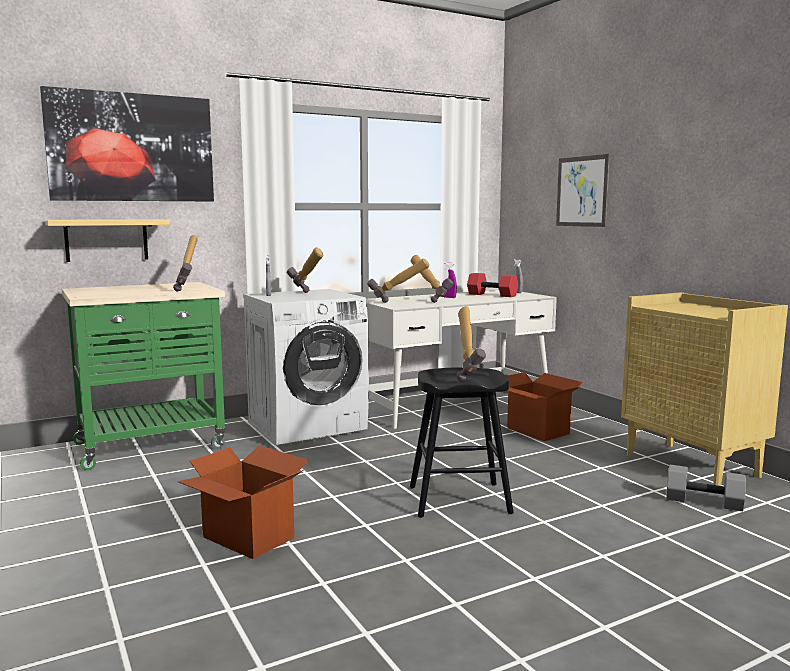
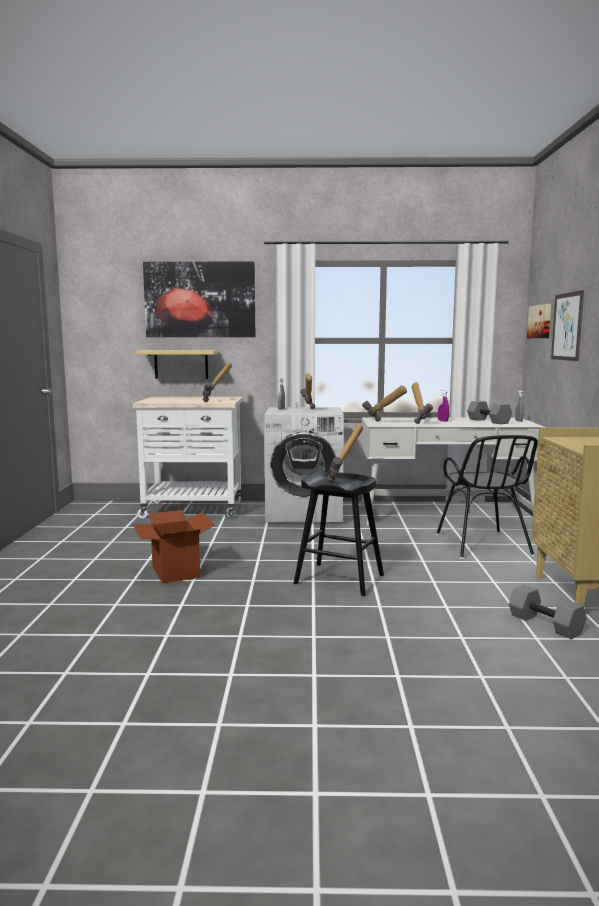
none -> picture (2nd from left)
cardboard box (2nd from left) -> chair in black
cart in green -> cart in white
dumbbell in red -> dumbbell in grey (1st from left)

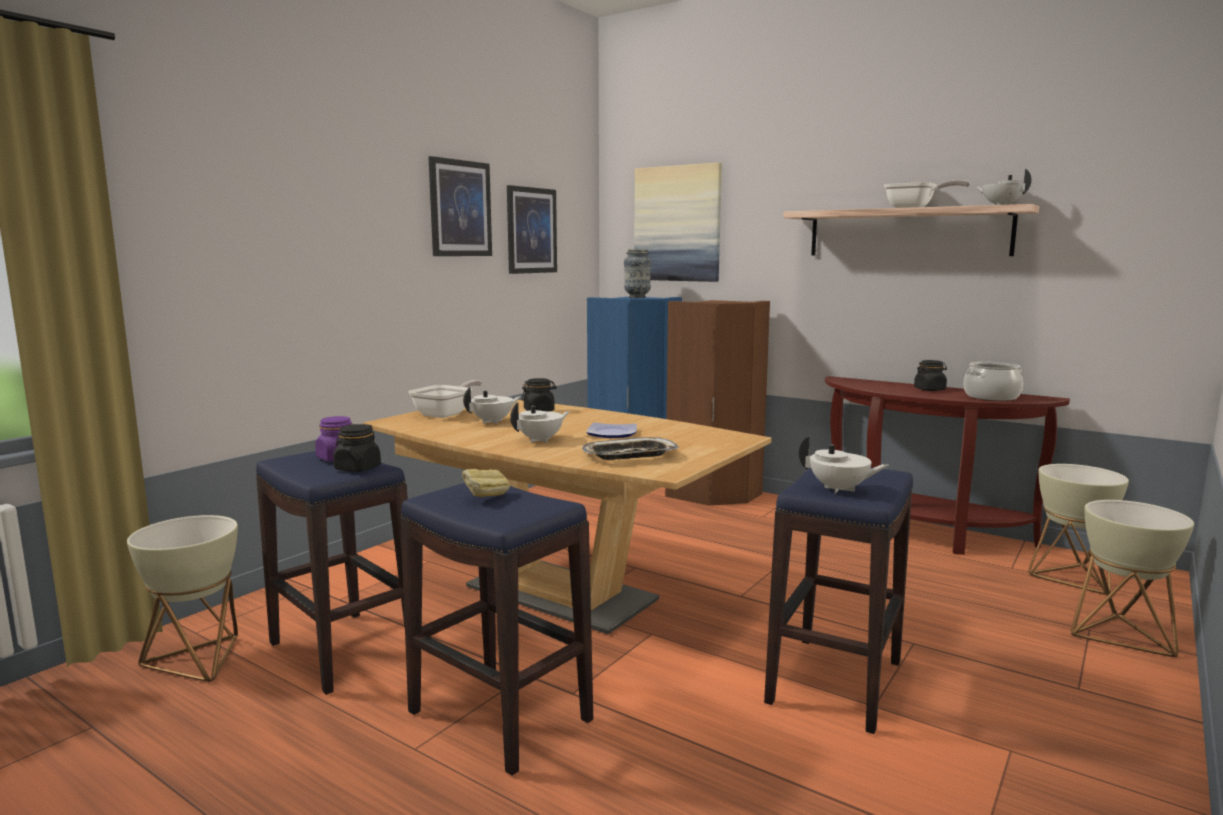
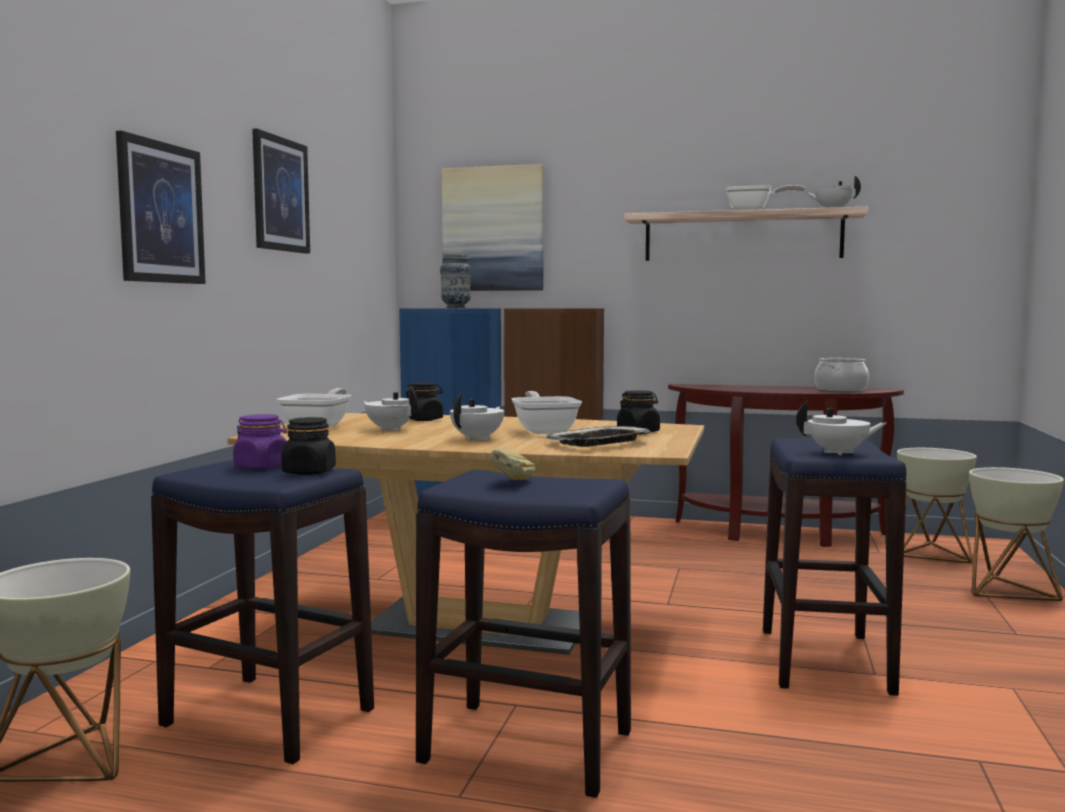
picture (2nd from left in the first image) -> picture (1st from left), move
jar in black (3rd from left), move
plate -> frying pan (2nd from left)
teapot in white (1st from left), 90 degrees counterclockwise

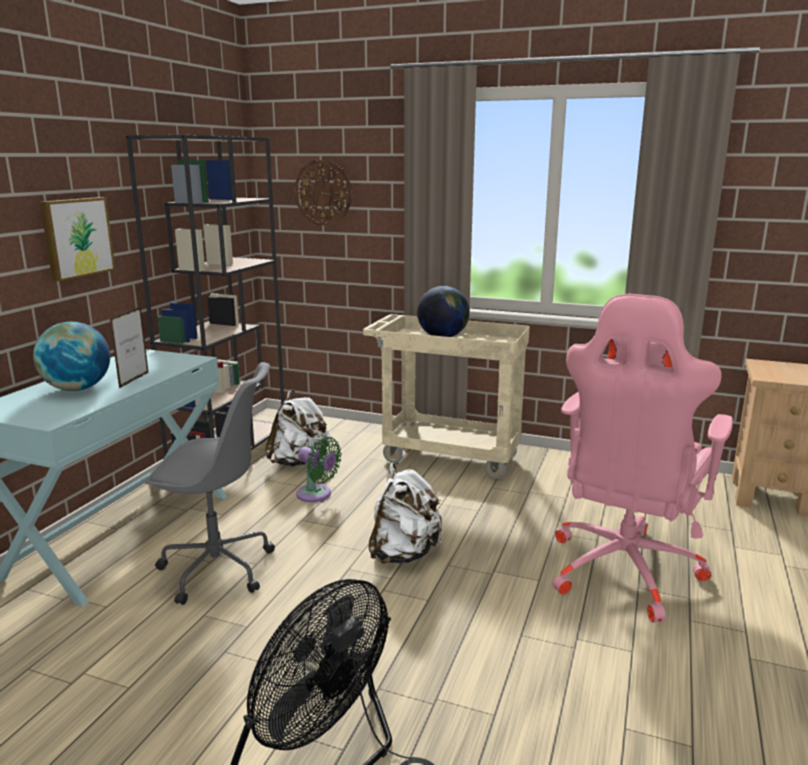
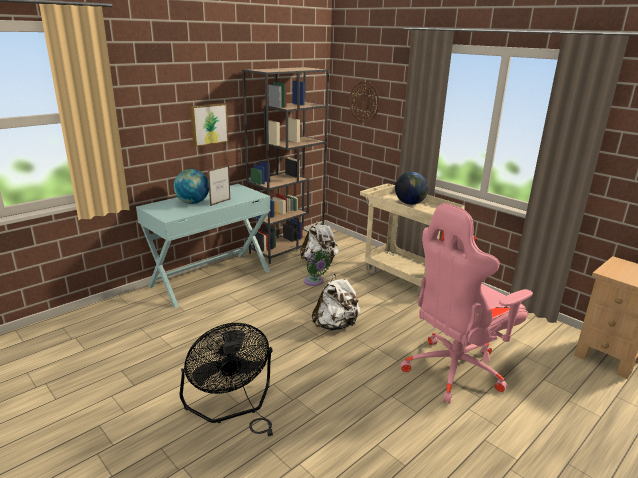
office chair in grey -> none

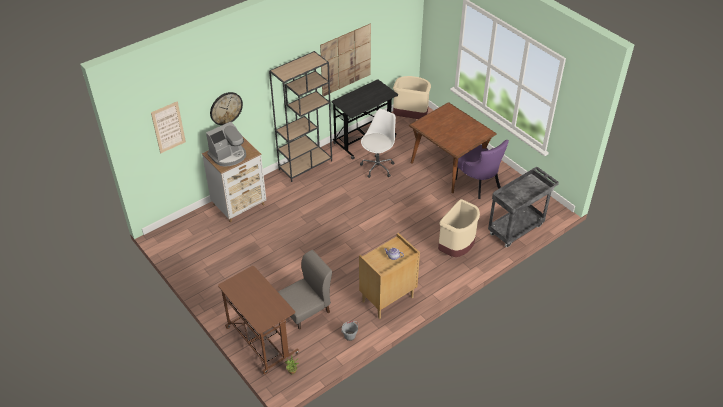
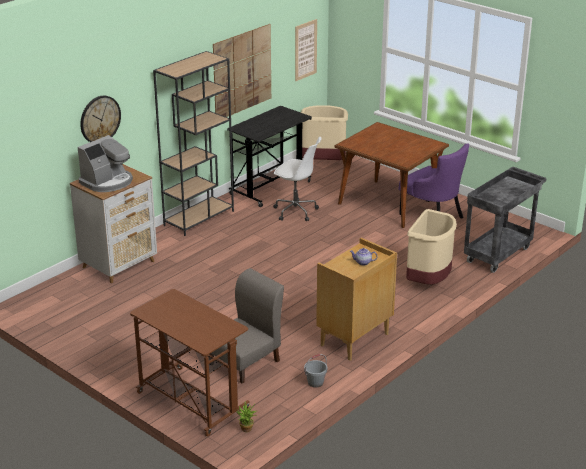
picture (1st from left in the first image) -> picture (2nd from left), move
office chair in white, 90 degrees clockwise

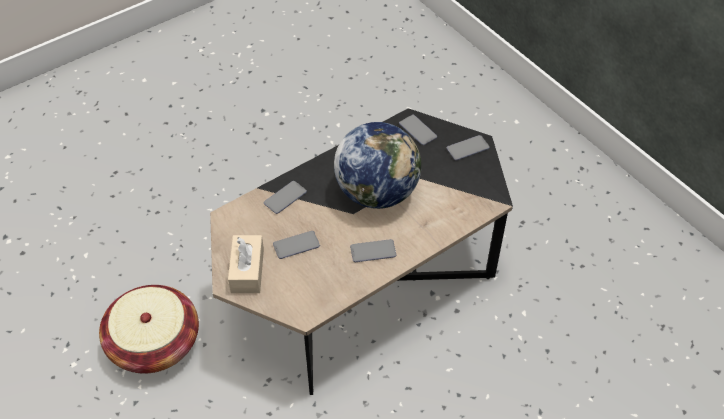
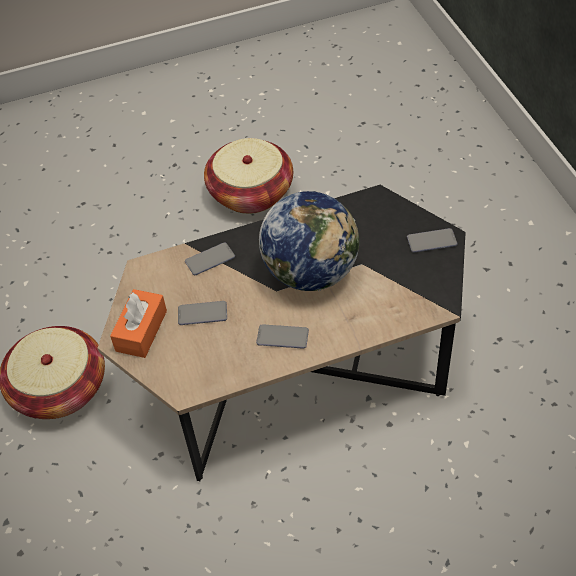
phone (4th from left) -> none
none -> basket (2nd from left)
tissue box in beige -> tissue box in orange

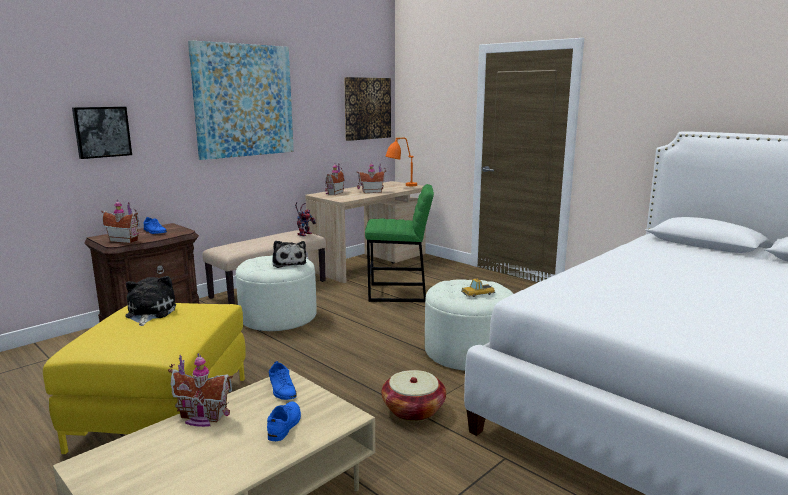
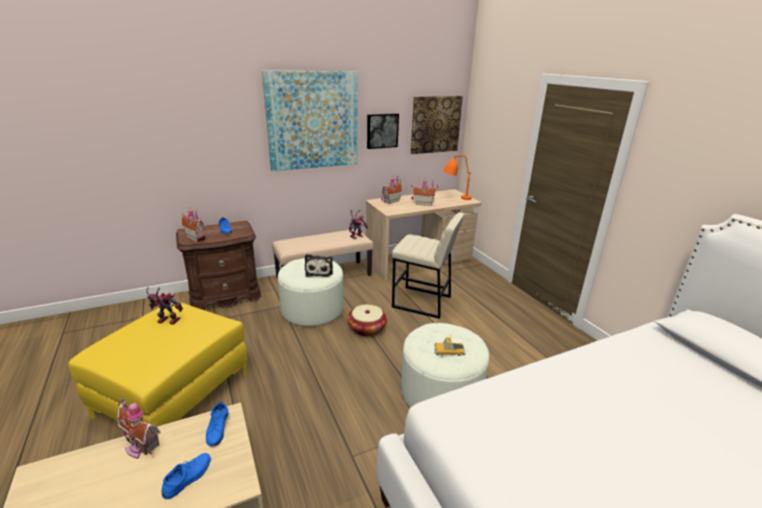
picture (1st from left in the first image) -> picture (2nd from left), move
basket, move
plush toy (1st from left) -> toy robot (1st from left)
chair in green -> chair in beige

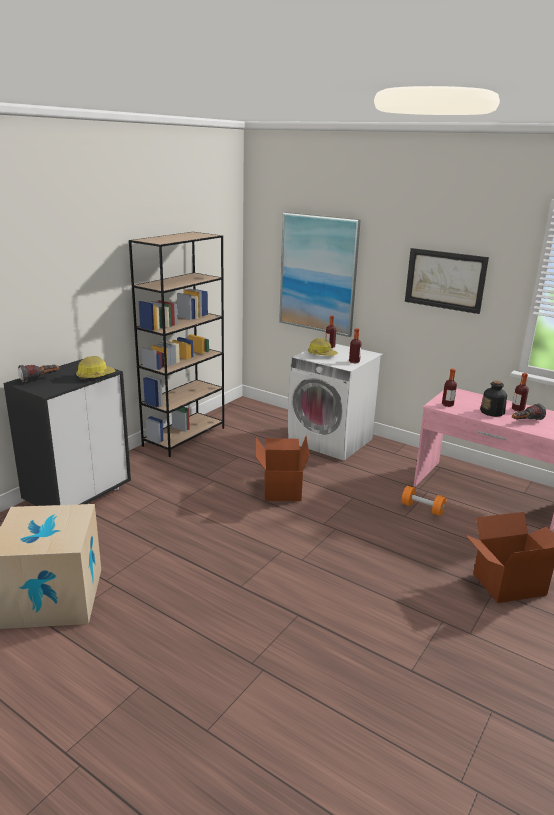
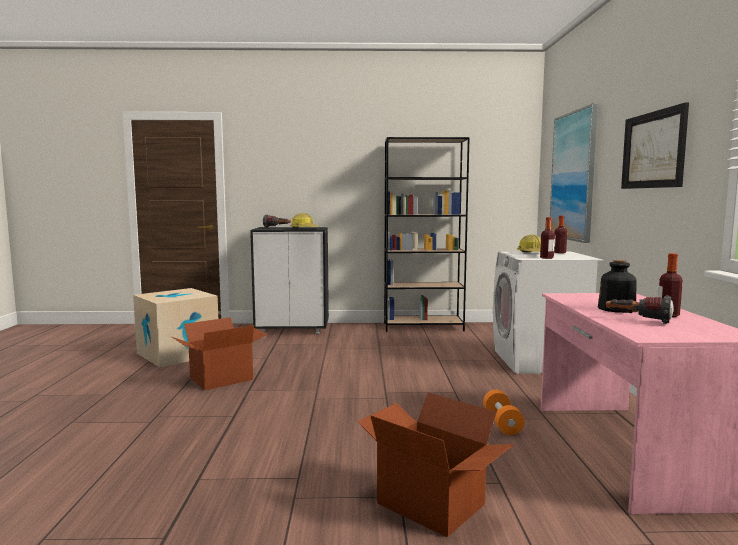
bottle (3rd from left) -> none
cardboard box (2nd from left), move

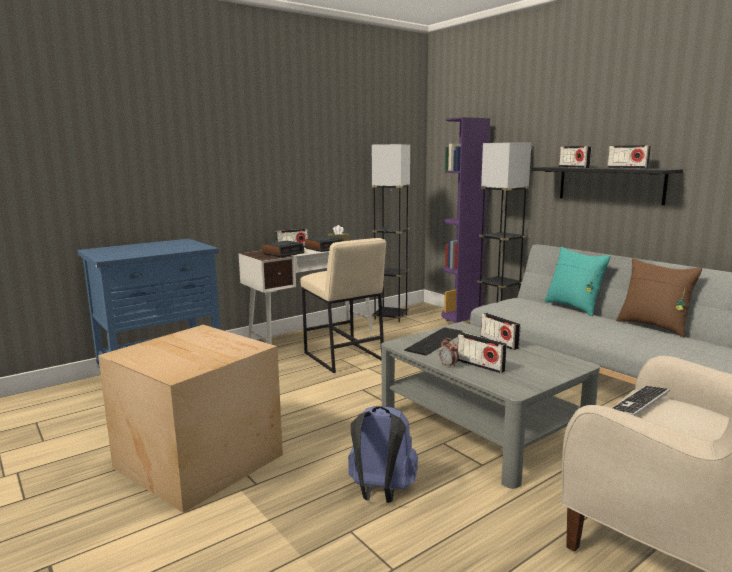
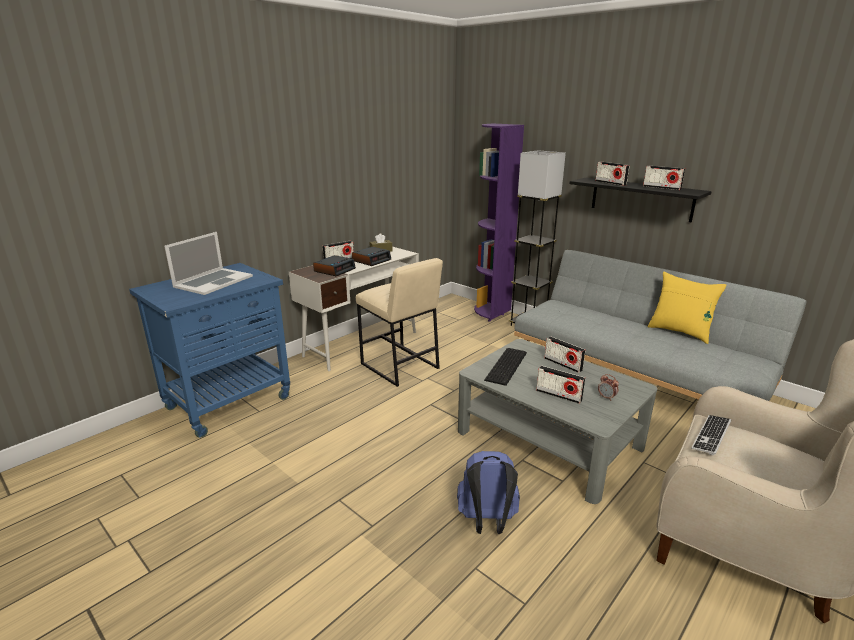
cardboard box -> none
floor lamp in grey (1st from left) -> none
pillow in turquoise -> none
none -> laptop
alarm clock (3rd from left), move
pillow in brown -> pillow in yellow

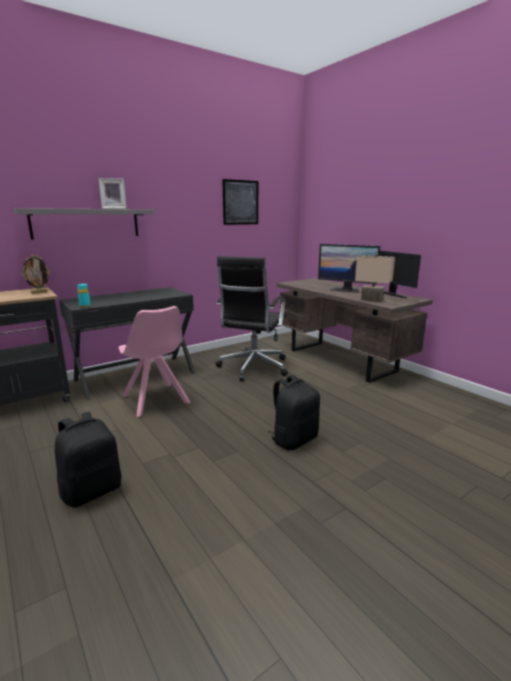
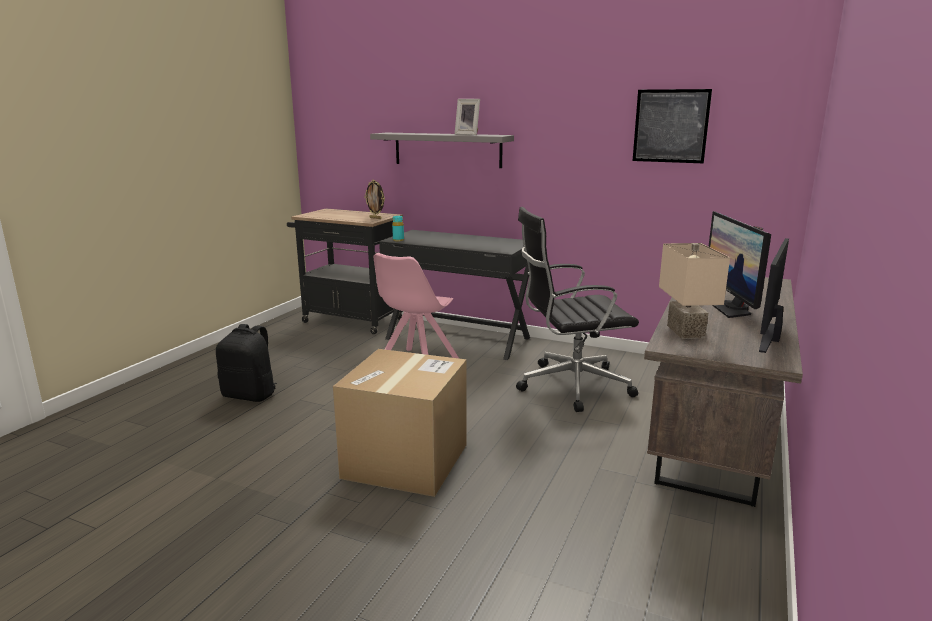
backpack in black (2nd from left) -> cardboard box

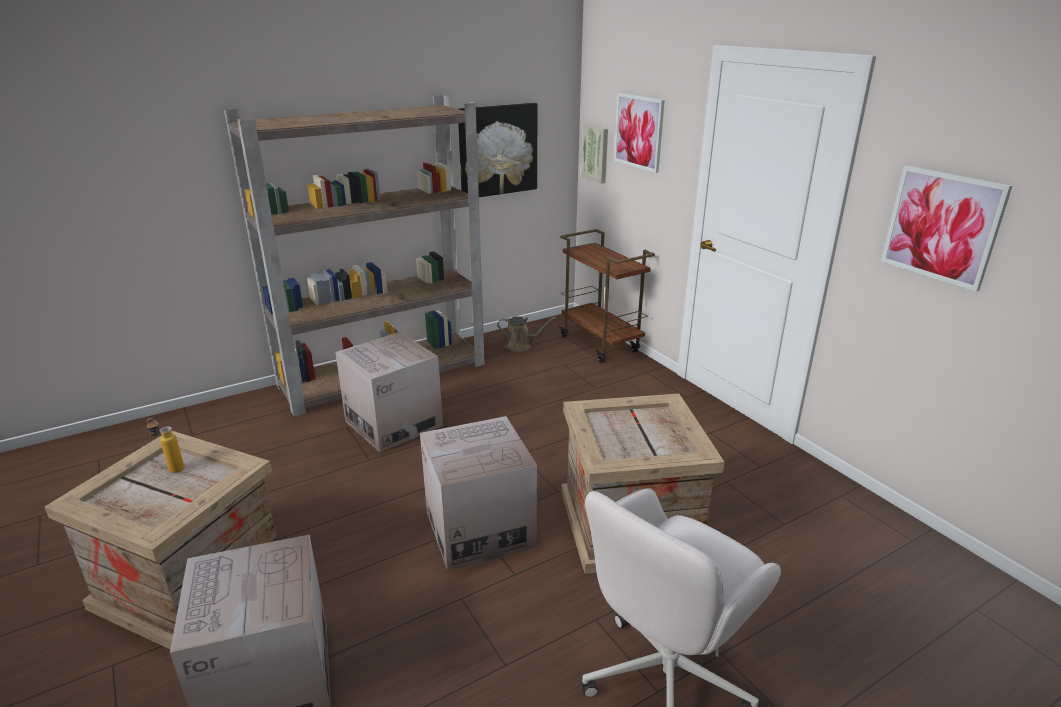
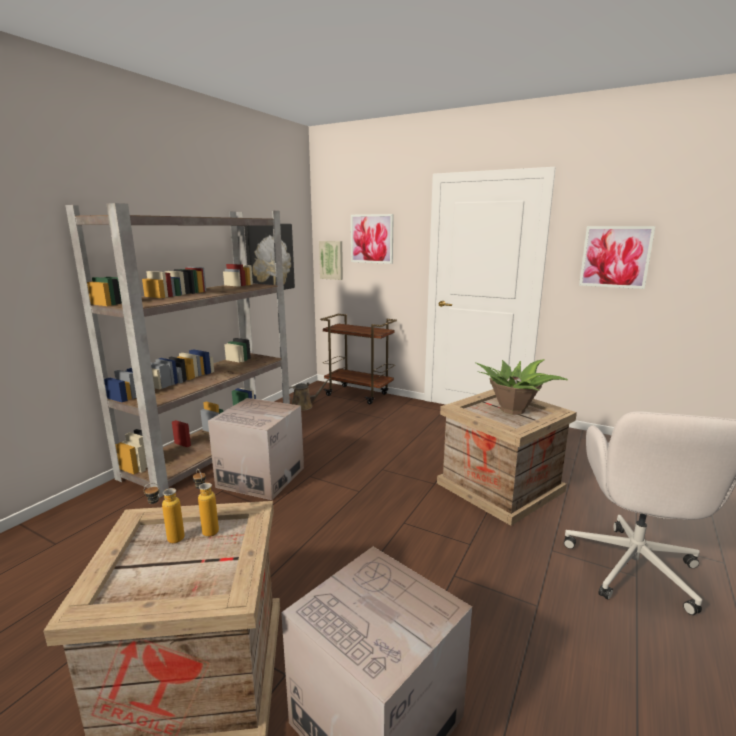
cardboard box (3rd from left) -> none
none -> bottle (2nd from left)
none -> potted plant

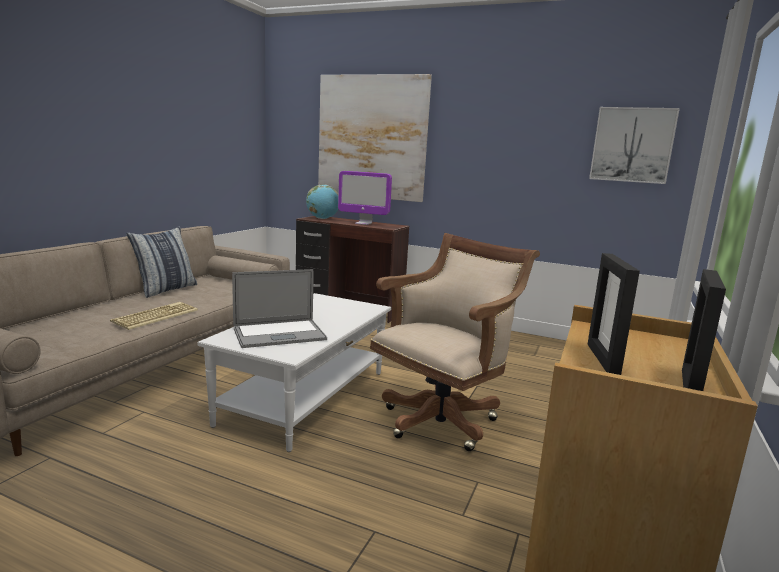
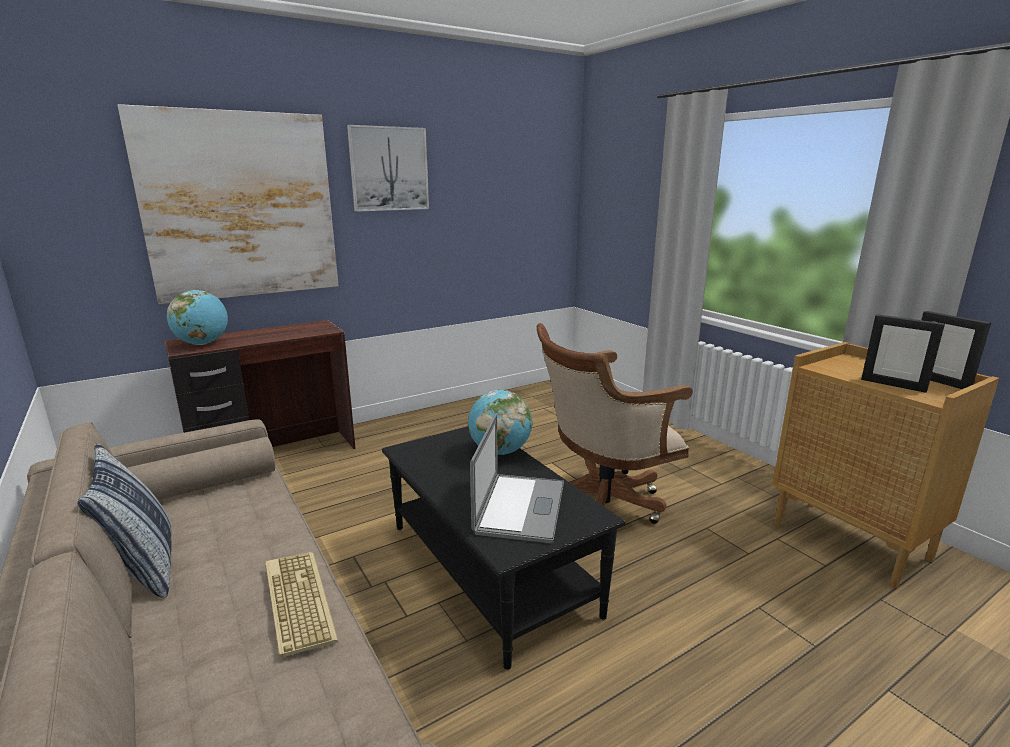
monitor -> none
none -> globe (2nd from left)
picture (2nd from left), move
coffee table in white -> coffee table in black
office chair, 105 degrees counterclockwise

